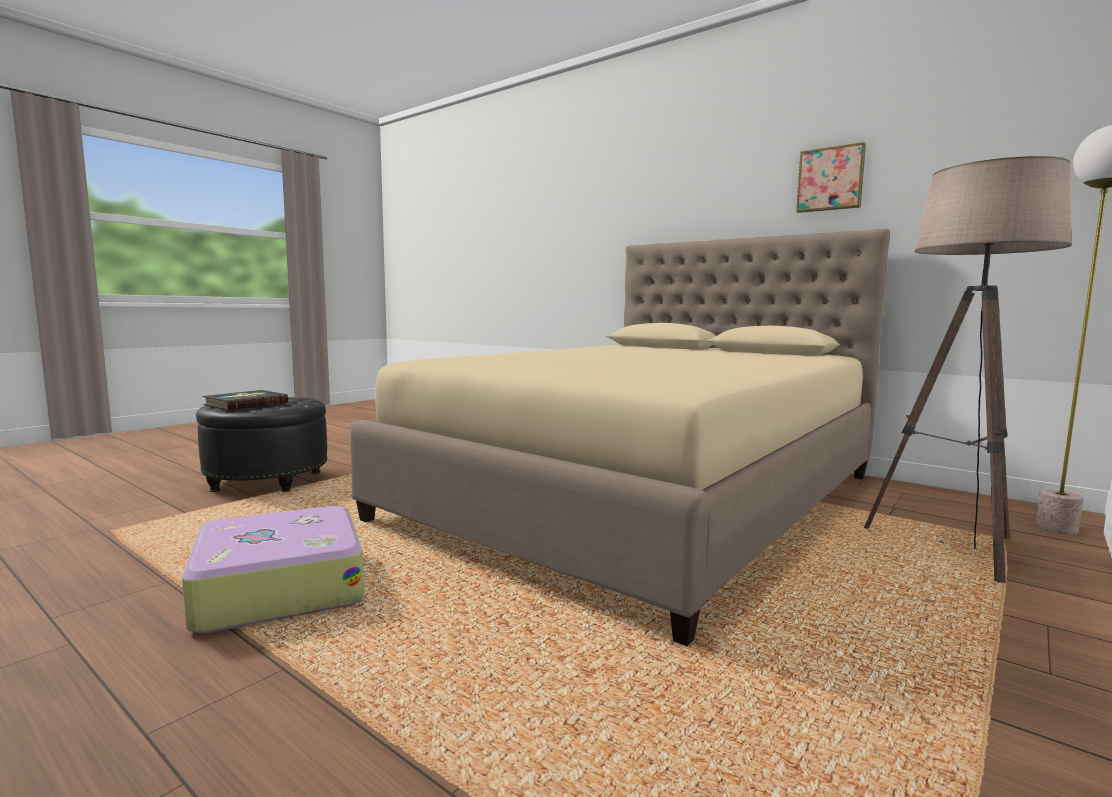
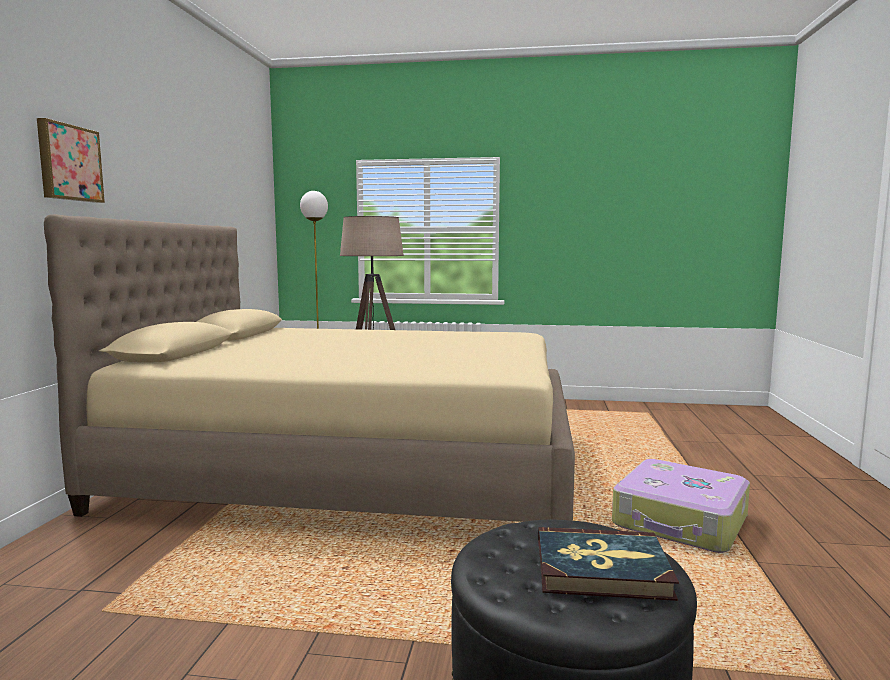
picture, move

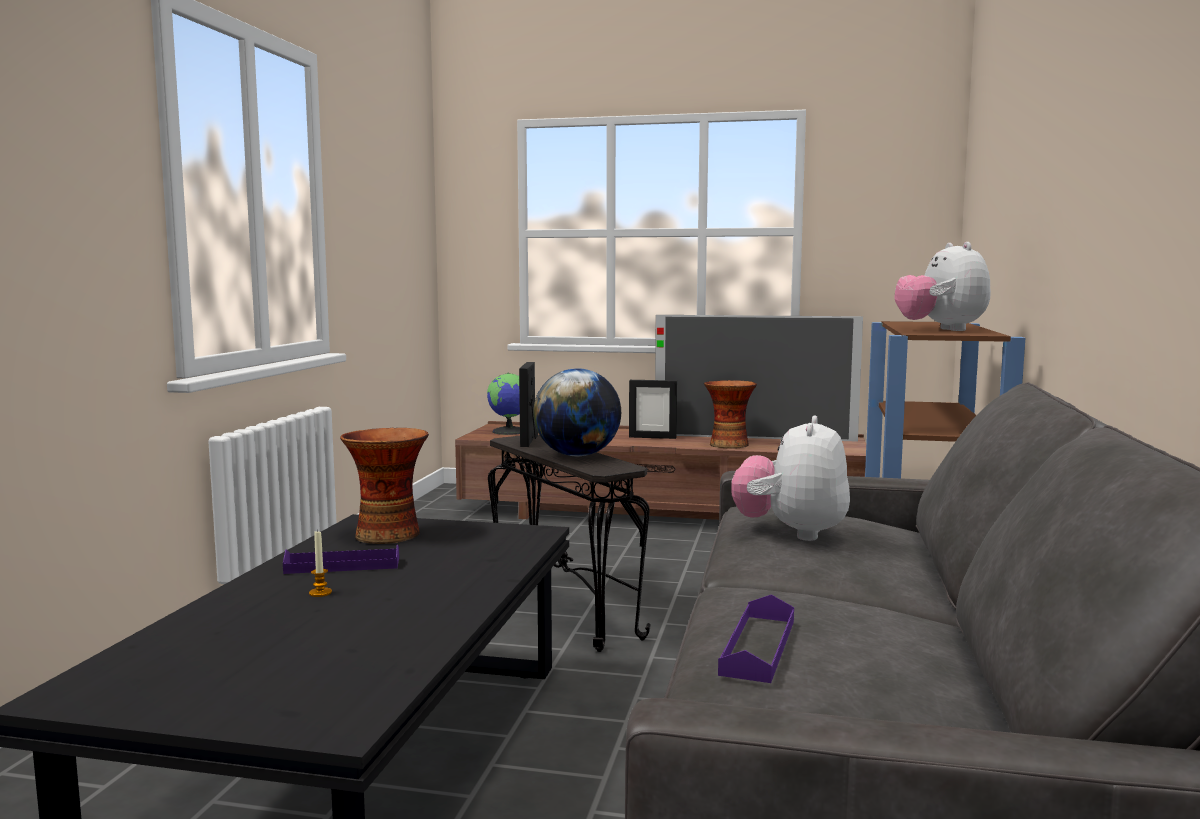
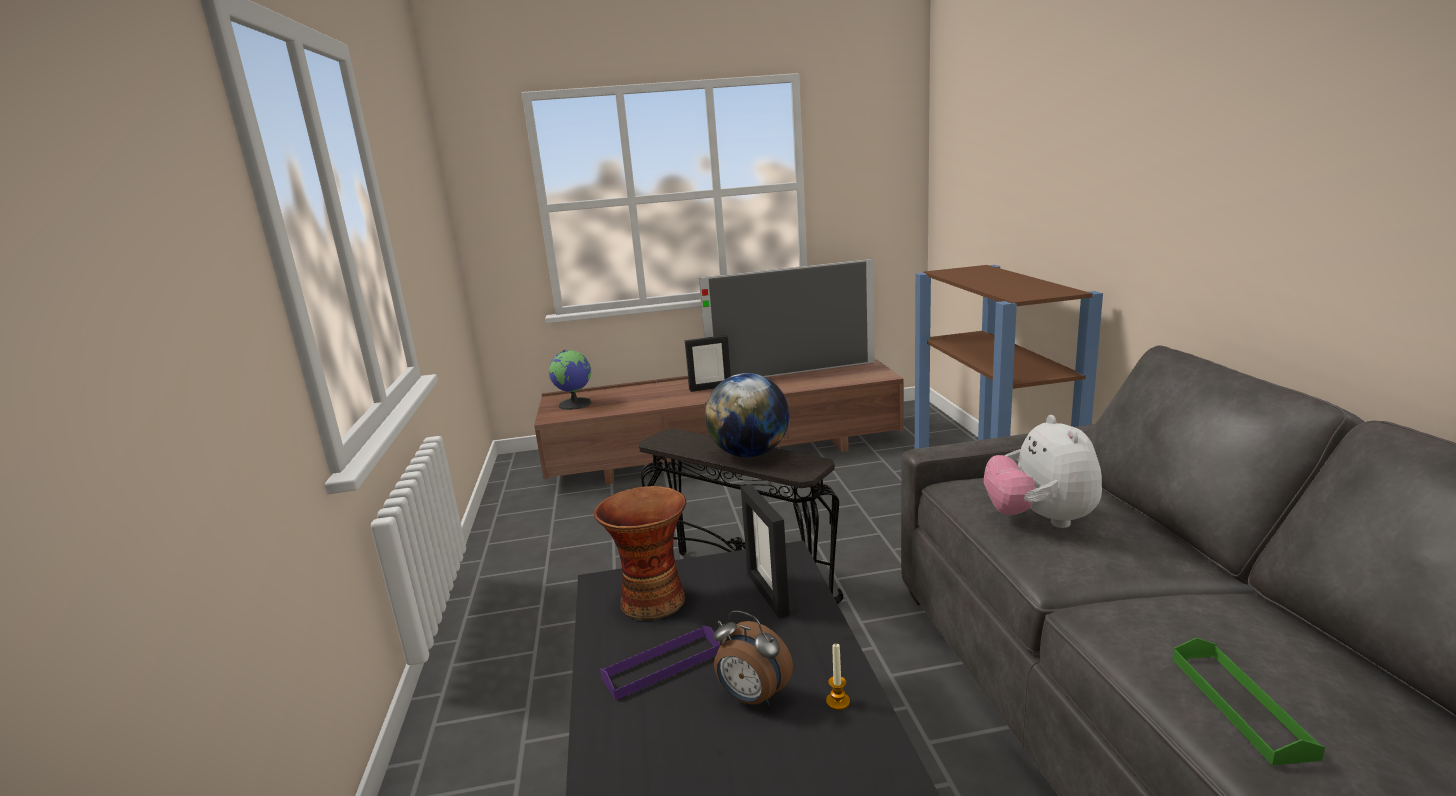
vase (2nd from left) -> none
plush toy (2nd from left) -> none
none -> alarm clock
candle, move
picture frame (1st from left in the first image) -> picture frame (2nd from left), move
tray in purple (2nd from left) -> tray in green

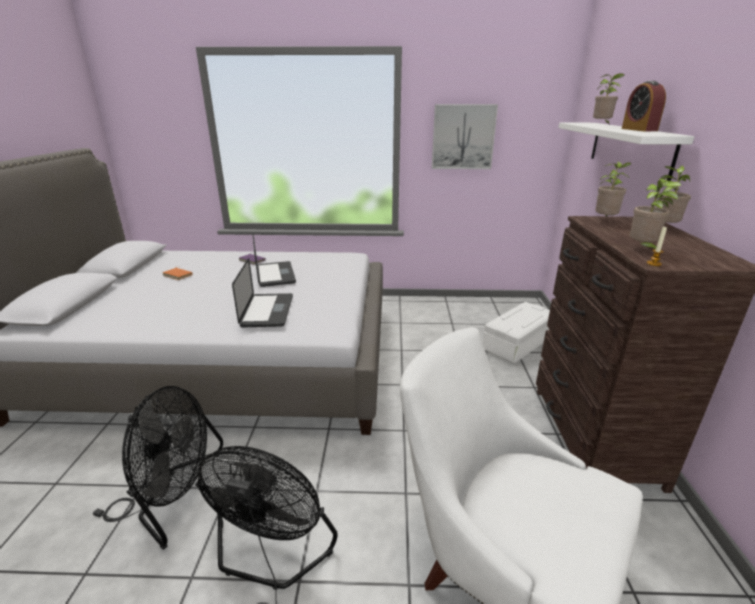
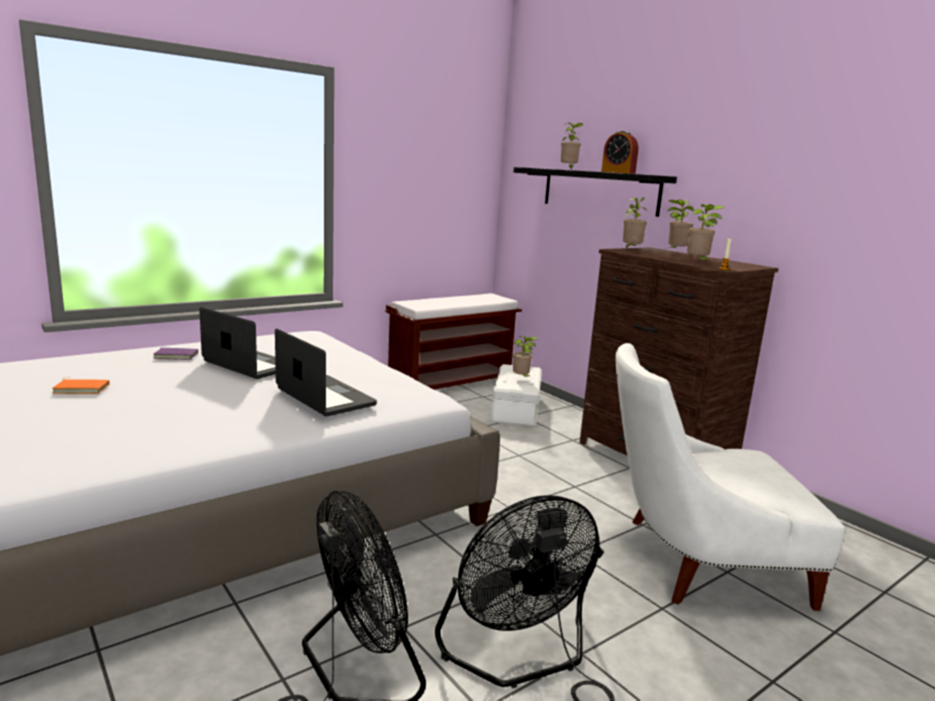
picture -> none
none -> bench in brown
none -> potted plant (1st from left)
shelf in white -> shelf in black

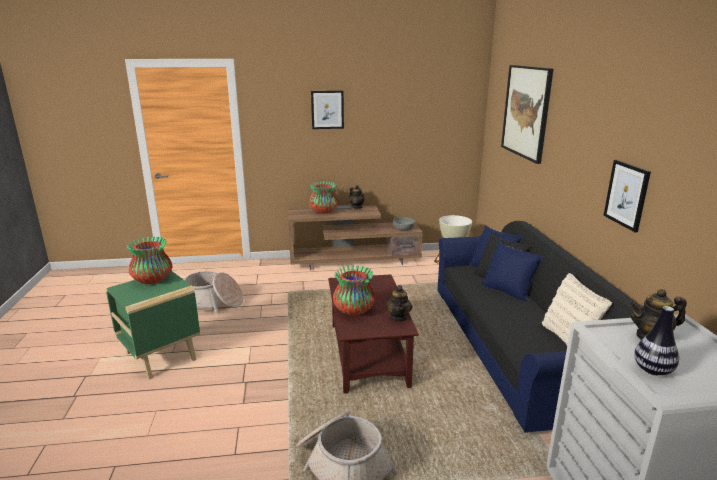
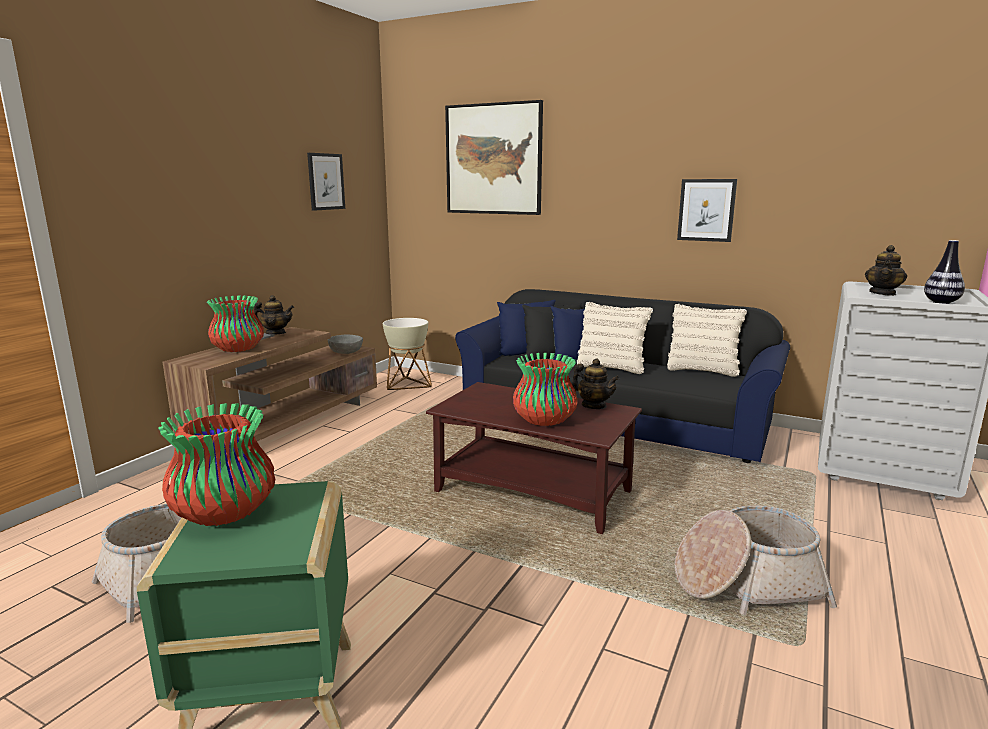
none -> pillow in beige (1st from left)
picture (1st from left), move

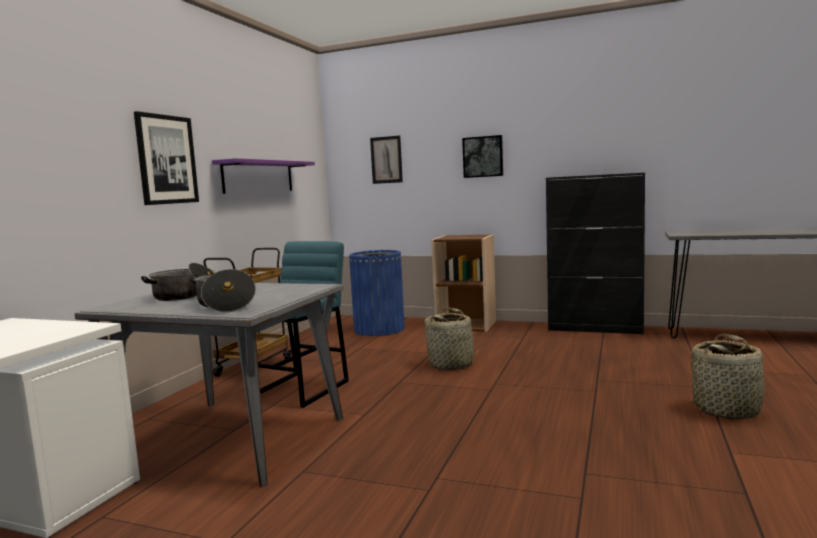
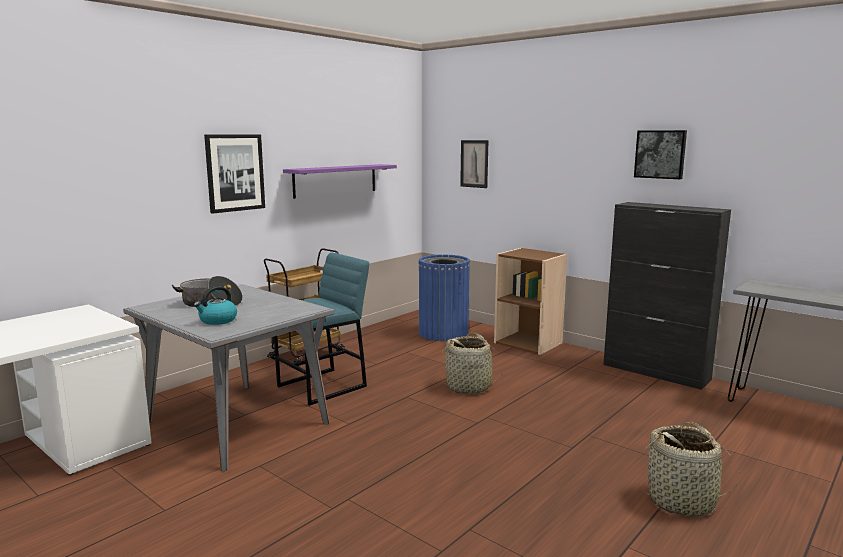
picture (3rd from left), move
cooking pot (2nd from left) -> kettle

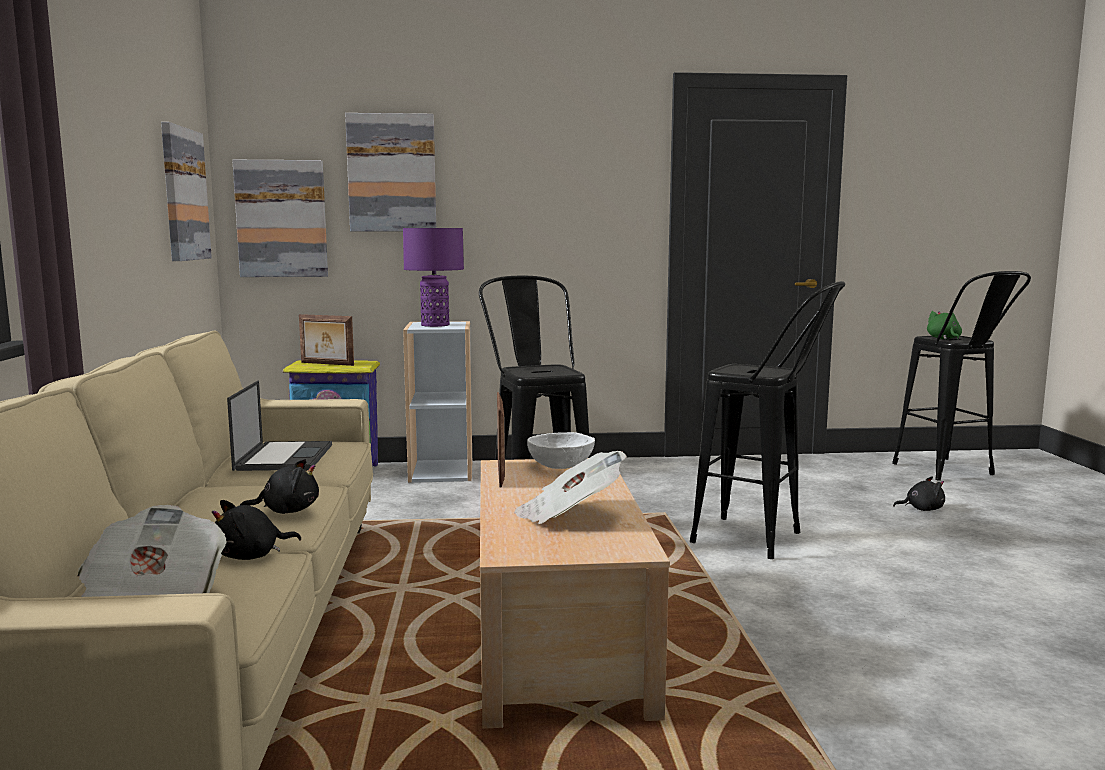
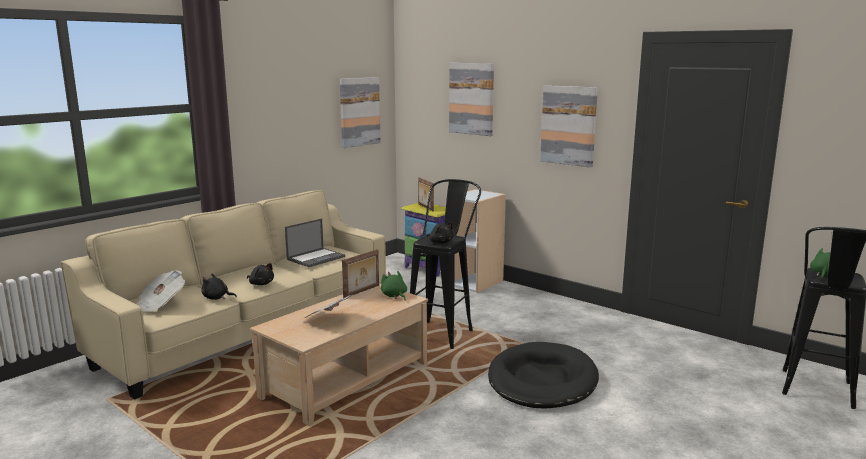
table lamp in purple -> none
picture (2nd from left in the first image) -> picture (3rd from left), move
plush toy in black (3rd from left), move
bowl in white -> plush toy in green (1st from left)
stool in black (2nd from left) -> dog bed in black

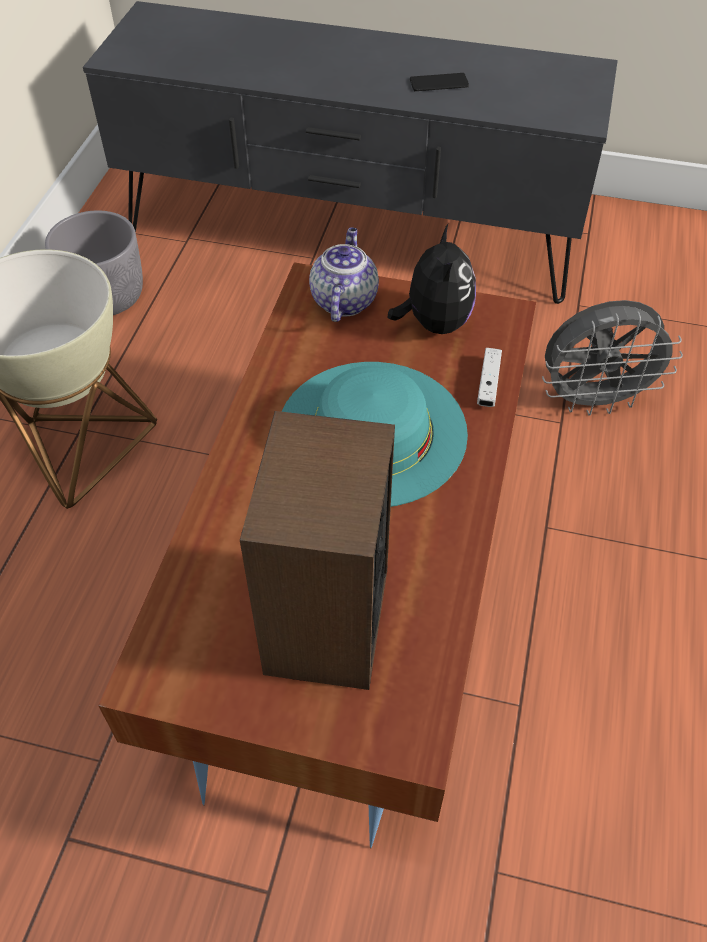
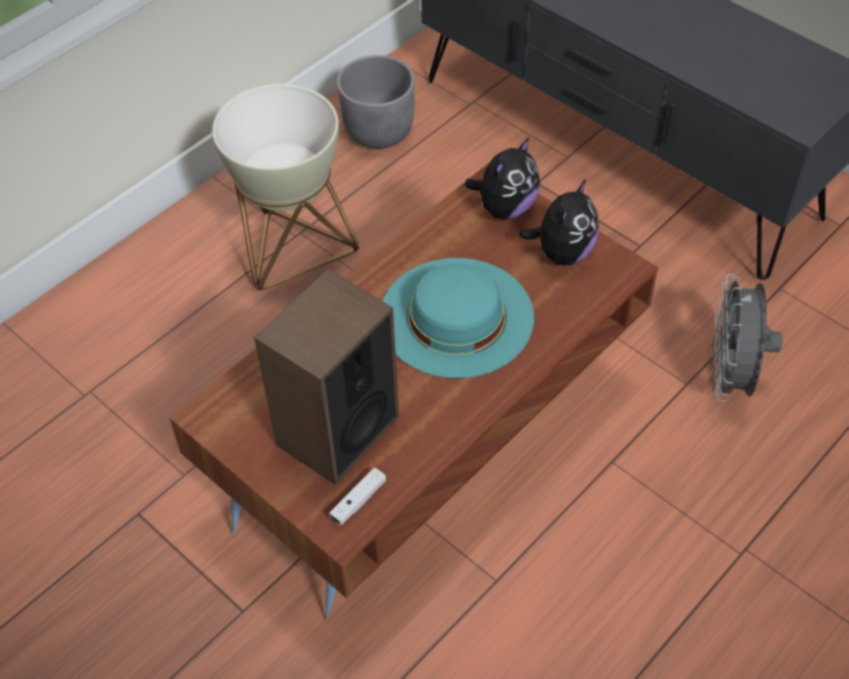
phone -> none
game controller in white, move
teapot -> plush toy (1st from left)
fan in grey, 75 degrees clockwise

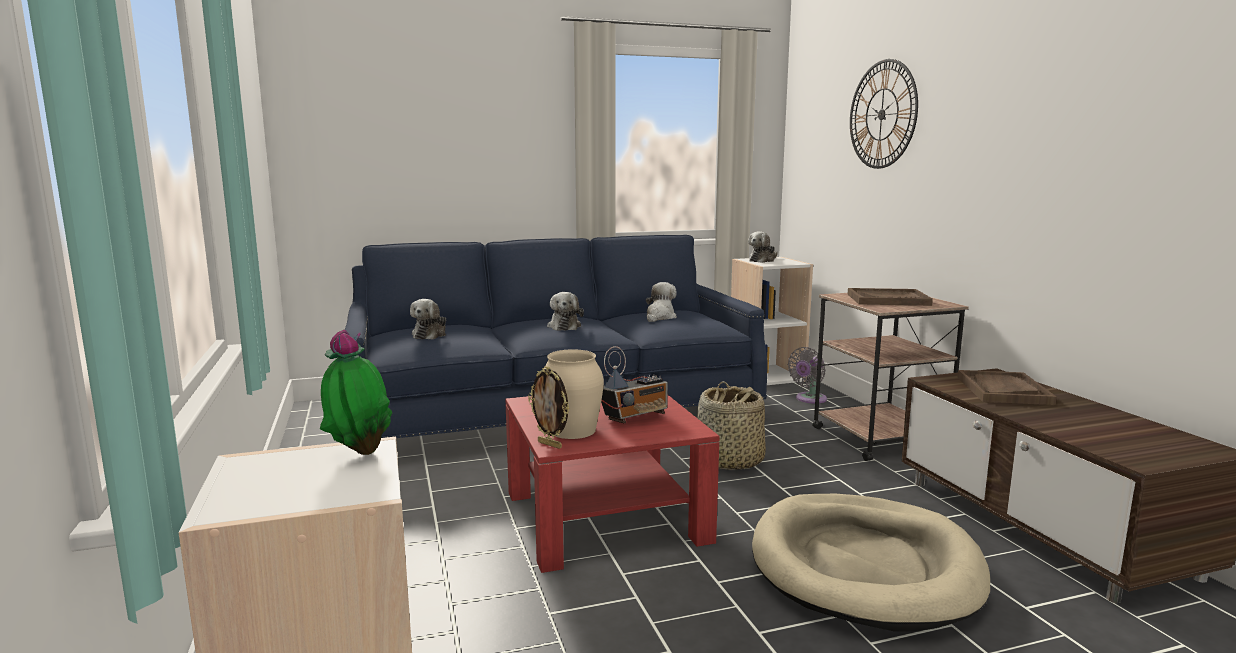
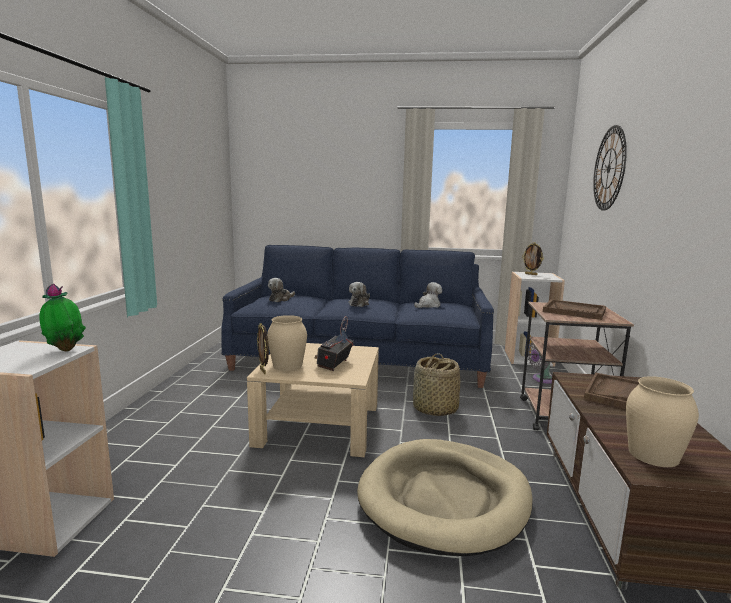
none -> vase in beige (2nd from left)
plush toy (4th from left) -> picture frame (2nd from left)
coffee table in red -> coffee table in beige
radio, 120 degrees clockwise

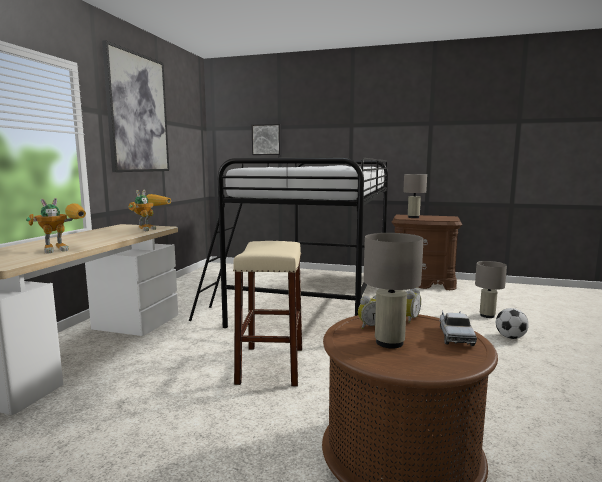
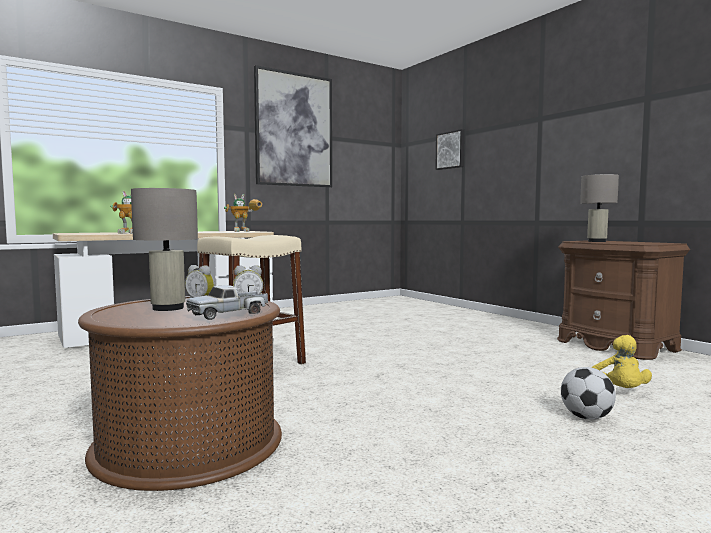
bed in black -> none
table lamp in grey (3rd from left) -> plush toy in yellow

